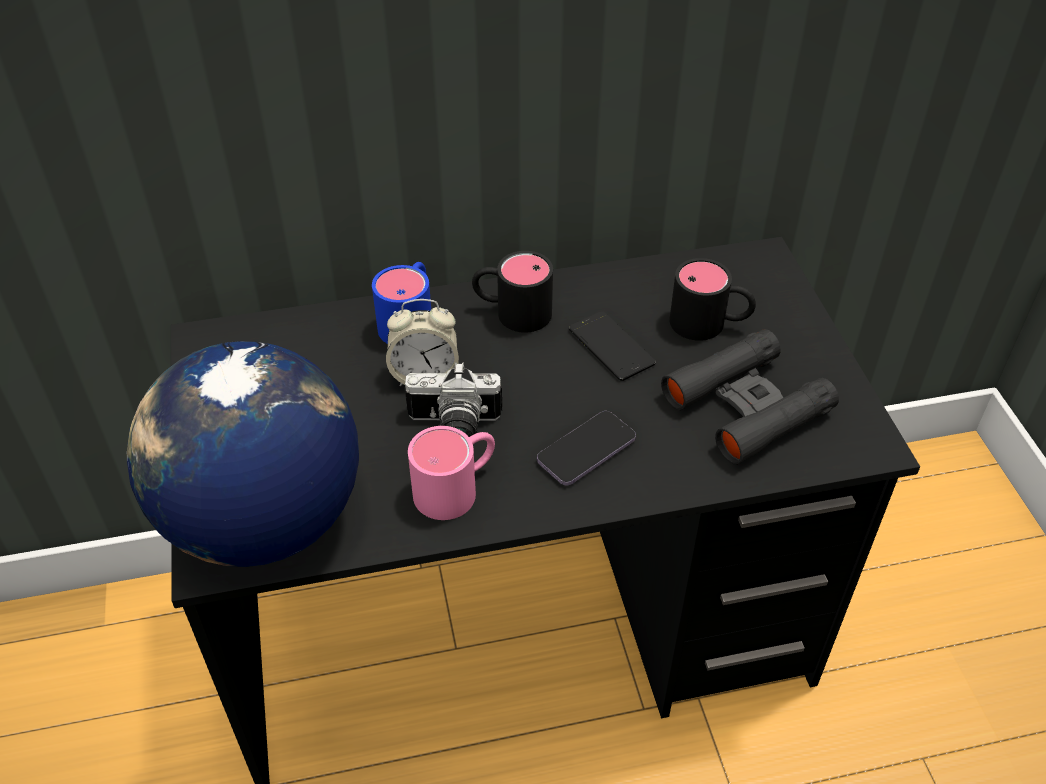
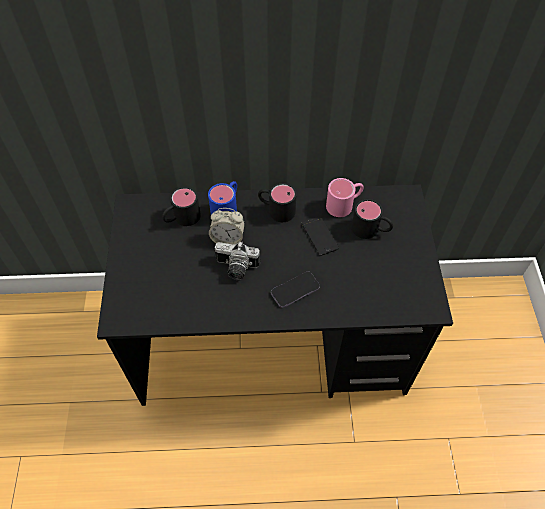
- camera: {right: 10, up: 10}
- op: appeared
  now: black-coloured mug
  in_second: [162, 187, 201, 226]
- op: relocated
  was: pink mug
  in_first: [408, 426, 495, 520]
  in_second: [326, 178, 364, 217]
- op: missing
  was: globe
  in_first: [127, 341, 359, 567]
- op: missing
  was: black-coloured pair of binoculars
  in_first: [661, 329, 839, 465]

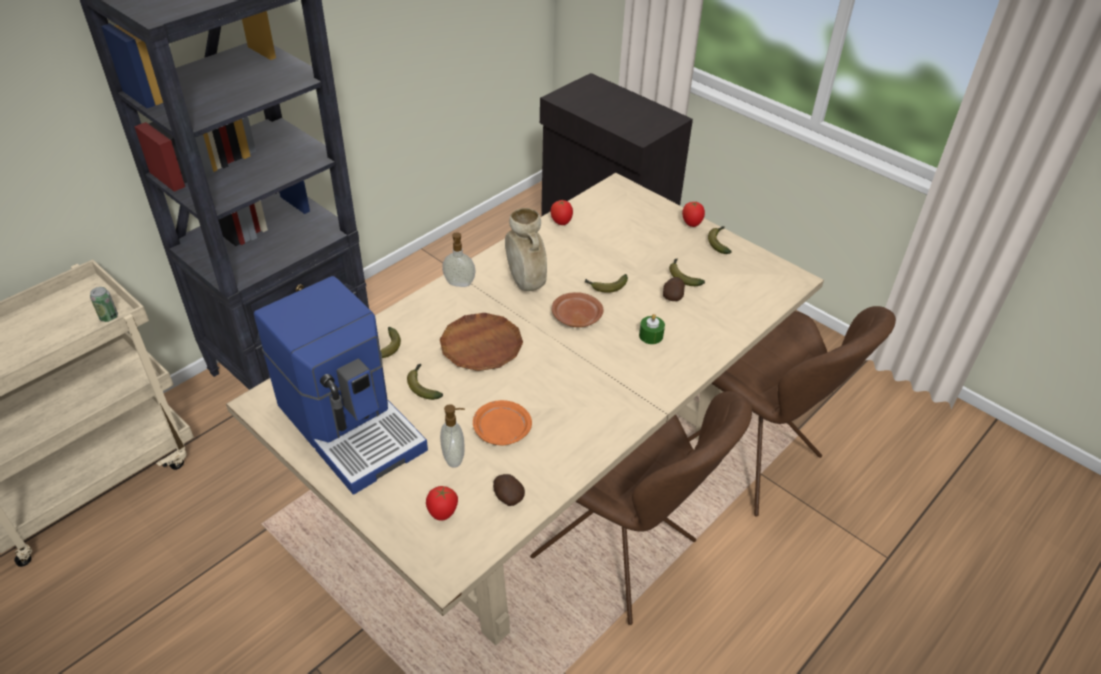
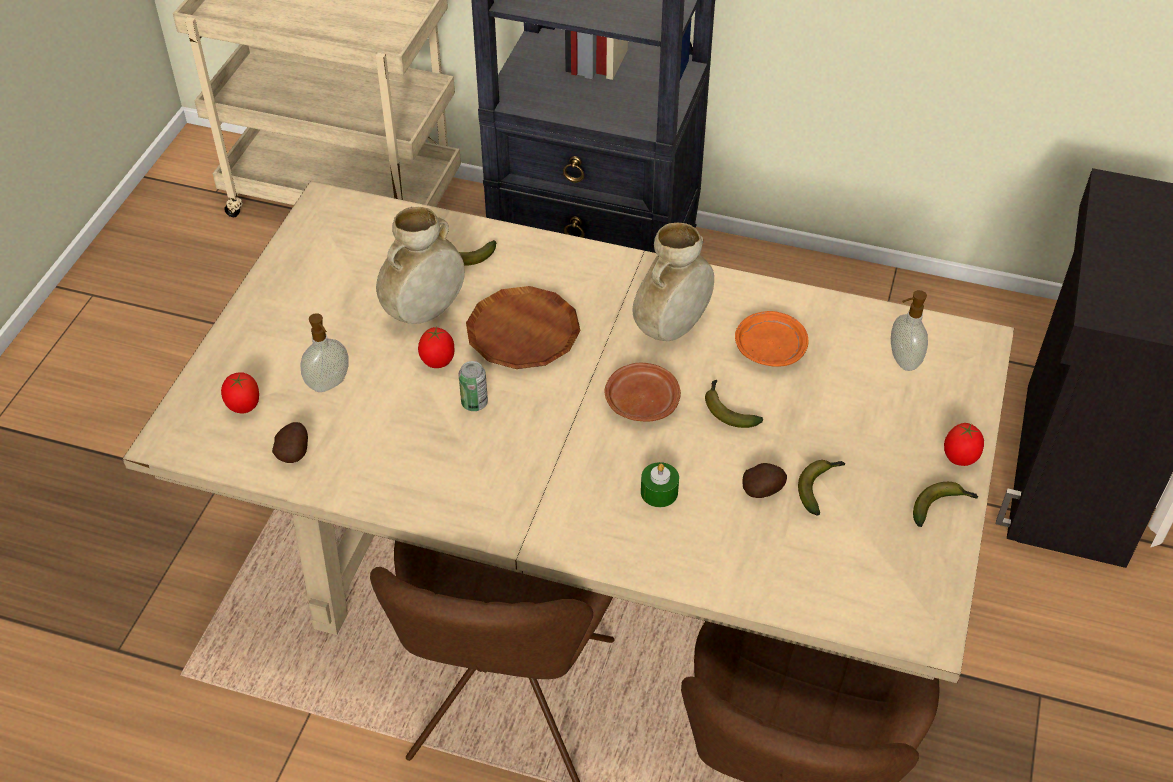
- camera: {right: 65, up: 5}
- op: exchanged
  was: banana
  now: sand-coloured flower vase
  in_first: [407, 364, 443, 400]
  in_second: [376, 207, 465, 324]
- op: relocated
  was: tomato
  in_first: [551, 200, 573, 225]
  in_second: [418, 327, 454, 368]
- op: relocated
  was: metal can
  in_first: [90, 287, 118, 322]
  in_second: [459, 361, 488, 411]
- op: relocated
  was: orange-coloured plate
  in_first: [473, 400, 532, 445]
  in_second: [735, 311, 809, 367]
- op: relocated
  was: soap dispenser
  in_first: [442, 232, 475, 287]
  in_second: [891, 290, 928, 371]
- op: missing
  was: coffee maker
  in_first: [254, 276, 428, 495]

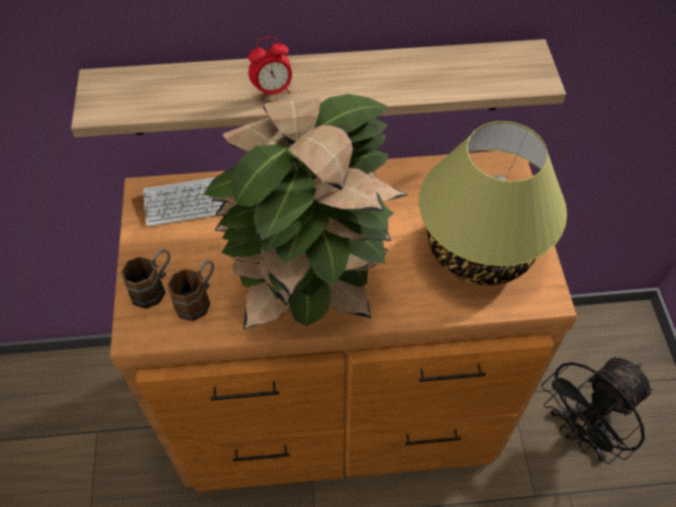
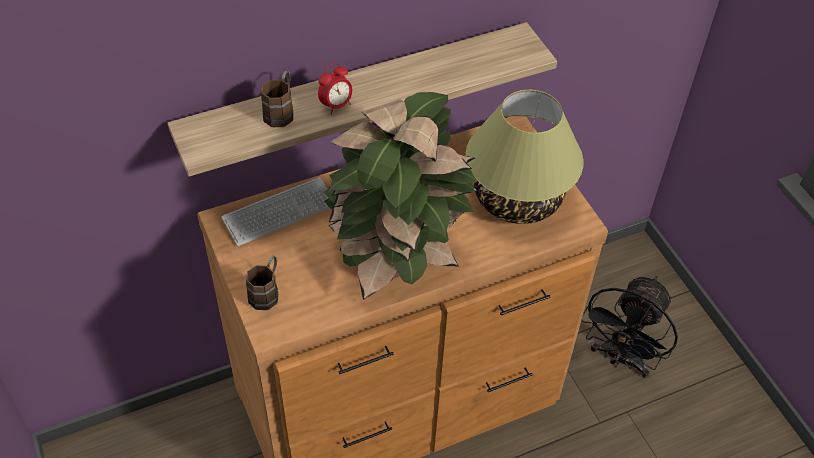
- camera: {right: -20, up: -5}
- op: relocated
  was: brown-coloured mug
  in_first: [168, 260, 214, 321]
  in_second: [261, 71, 293, 127]

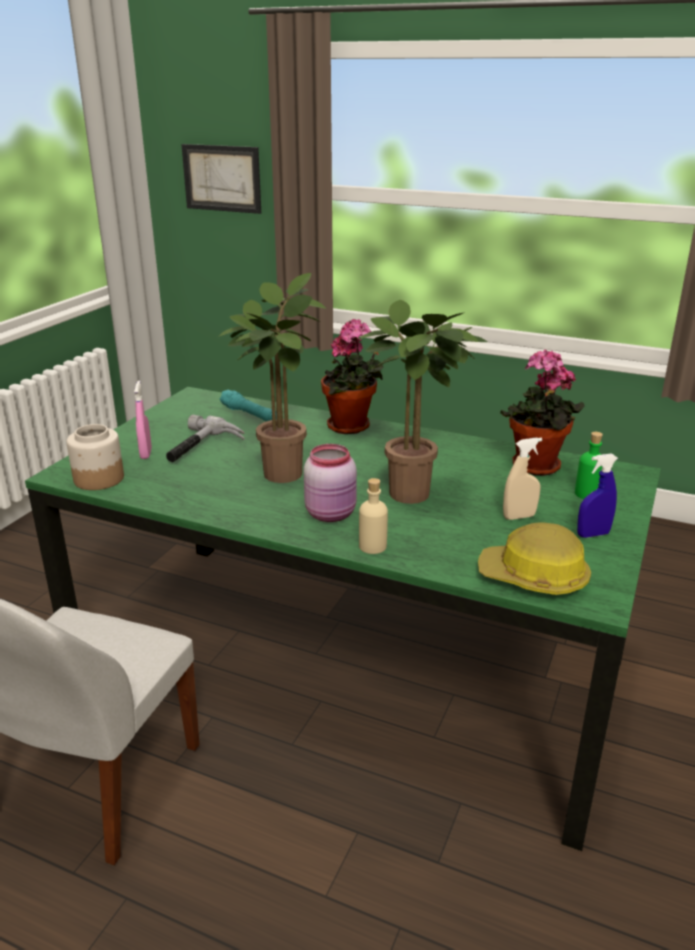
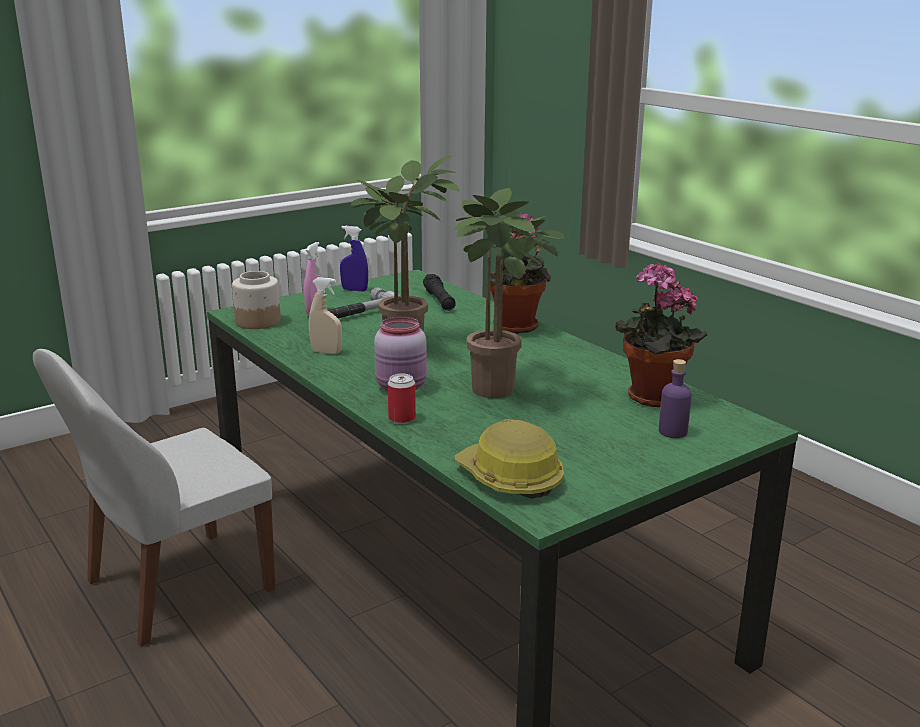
- camera: {right: 30, up: -5}
- op: relocated
  was: sand-coloured hand sprayer
  in_first: [503, 437, 542, 520]
  in_second: [309, 277, 342, 354]
- op: relocated
  was: bluish hand sprayer
  in_first: [577, 453, 618, 538]
  in_second: [340, 226, 368, 291]
- op: exchanged
  was: sand-coloured drink bottle
  now: metal can
  in_first: [359, 478, 388, 554]
  in_second: [388, 373, 416, 424]
- op: colour
  was: turquoise hand torch
  now: black-coloured hand torch
  in_first: [220, 390, 277, 421]
  in_second: [423, 274, 456, 311]
- op: colour
  was: green-coloured drink bottle
  now: purple drink bottle
  in_first: [575, 432, 603, 499]
  in_second: [659, 359, 692, 438]
- op: missing
  was: picture
  in_first: [181, 144, 261, 214]

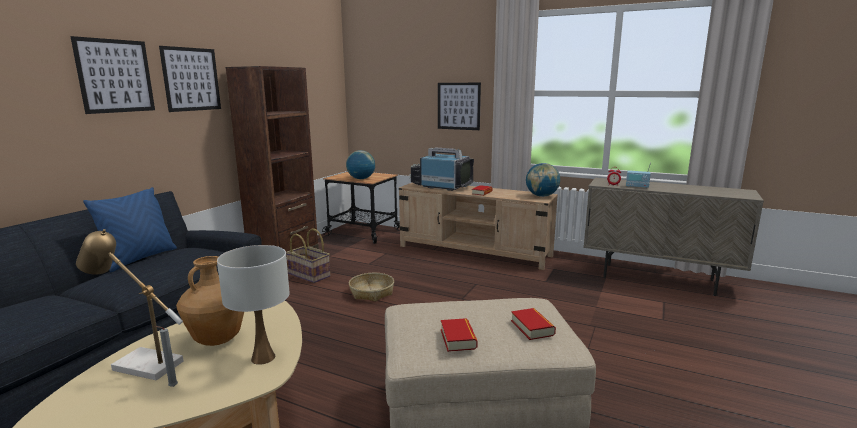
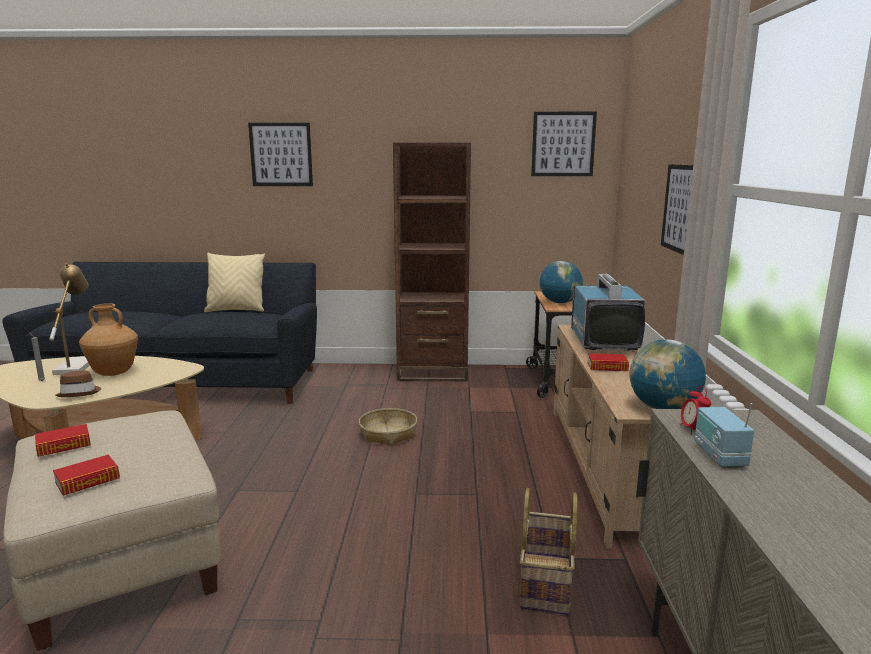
- camera: {right: 65, up: 0}
- op: exchanged
  was: white tabletop lamp
  now: brown-coloured wearable hat
  in_first: [217, 245, 290, 365]
  in_second: [55, 370, 101, 397]
- op: colour
  was: bluish throw pillow
  now: sand-coloured throw pillow
  in_first: [83, 187, 177, 272]
  in_second: [204, 252, 265, 312]
- op: relocated
  was: basket
  in_first: [286, 228, 330, 283]
  in_second: [520, 488, 578, 615]
- op: relocated
  was: picture
  in_first: [159, 46, 221, 112]
  in_second: [531, 112, 597, 176]

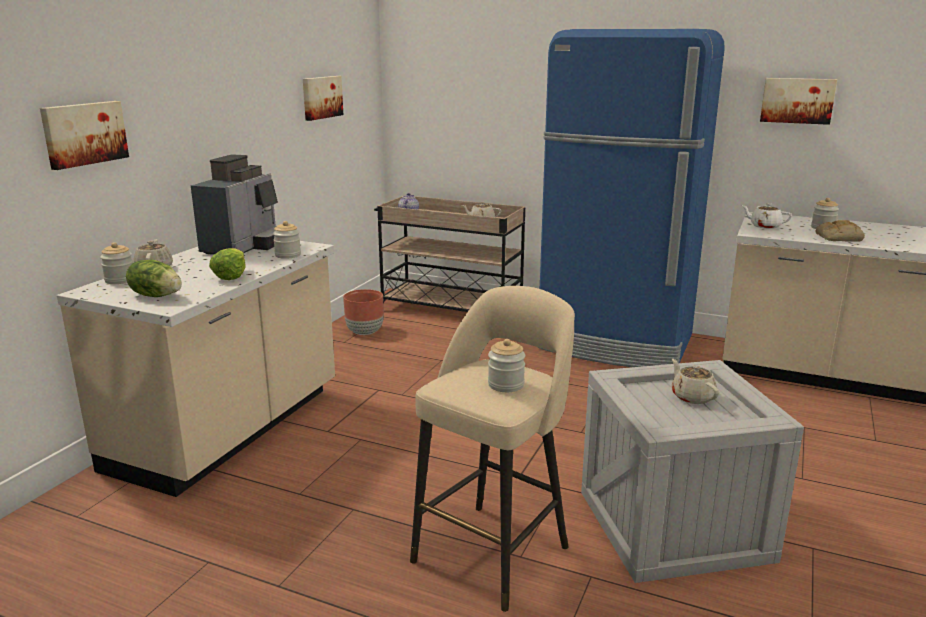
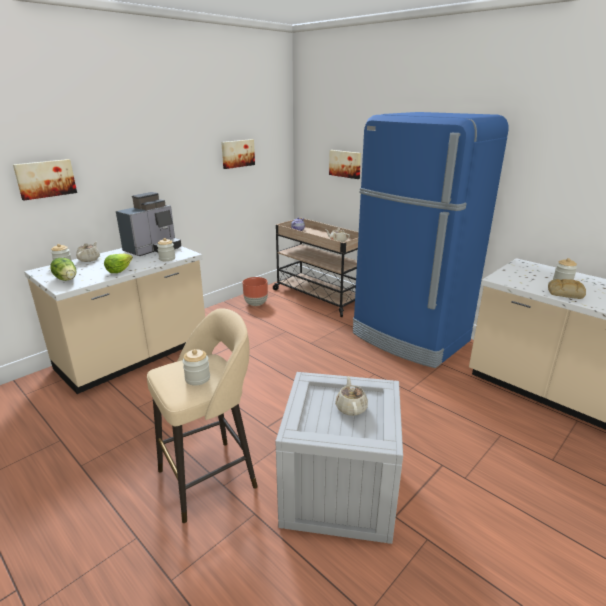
- camera: {right: 20, up: 5}
- op: relocated
  was: picture
  in_first: [760, 78, 837, 125]
  in_second: [329, 150, 361, 179]
- op: missing
  was: white teapot
  in_first: [742, 203, 792, 229]

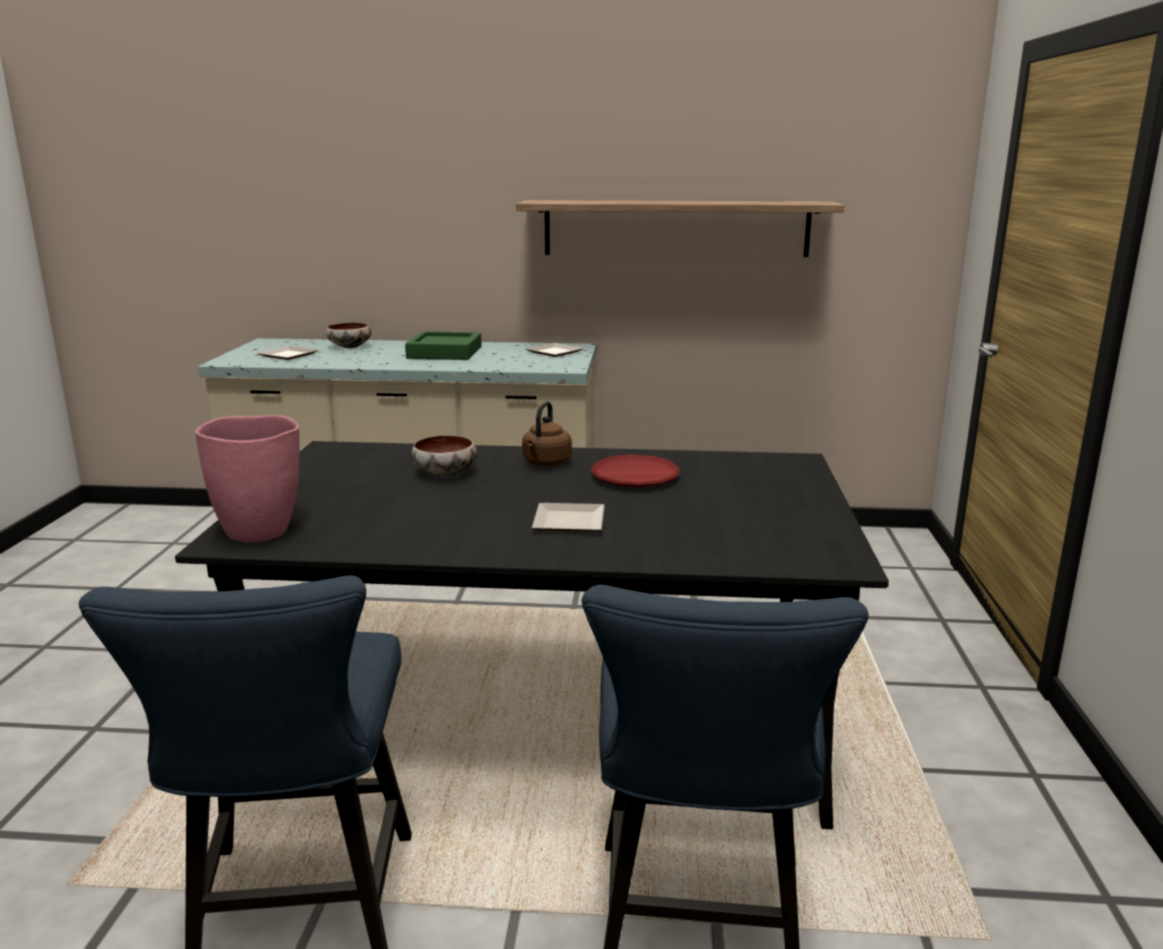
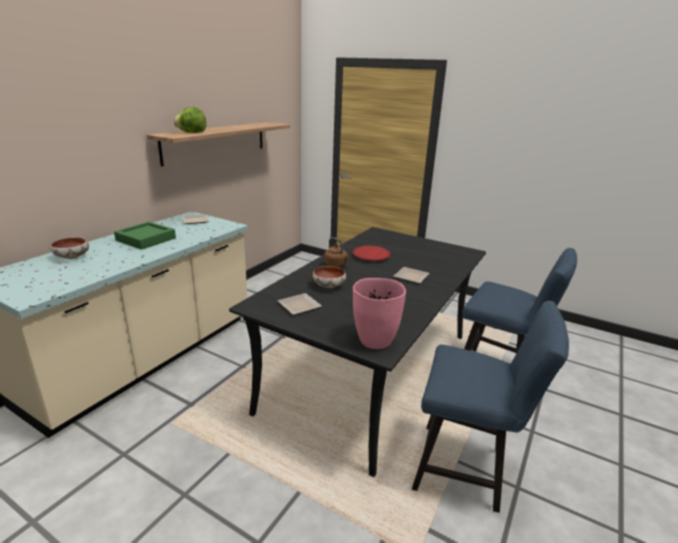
- camera: {right: -65, up: 5}
- op: appeared
  now: lettuce head
  in_second: [174, 107, 206, 133]
- op: relocated
  was: plate
  in_first: [257, 346, 319, 360]
  in_second: [277, 293, 322, 315]

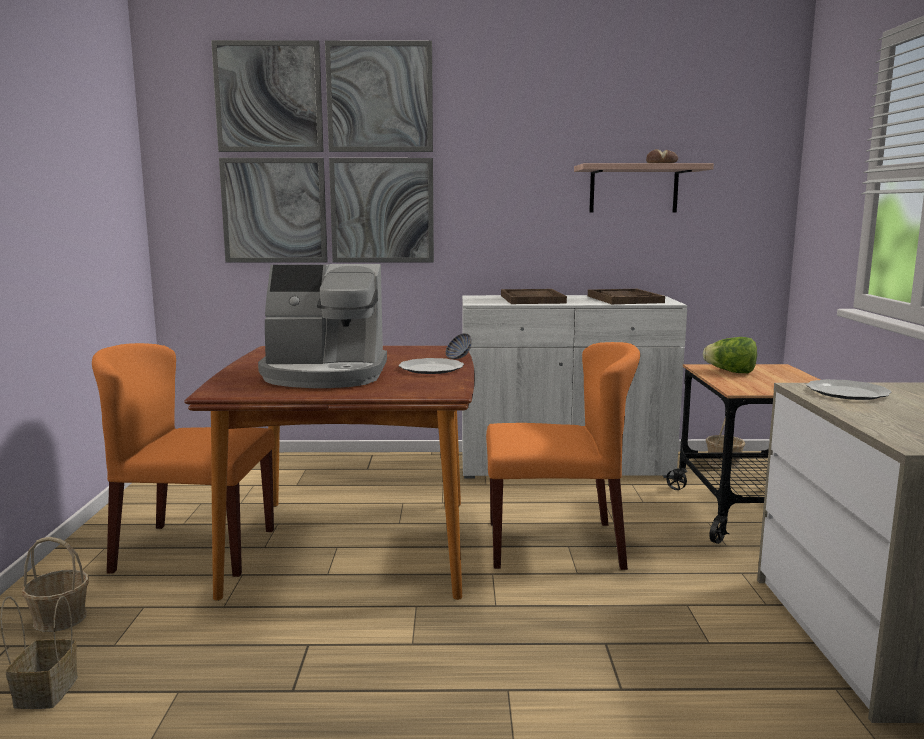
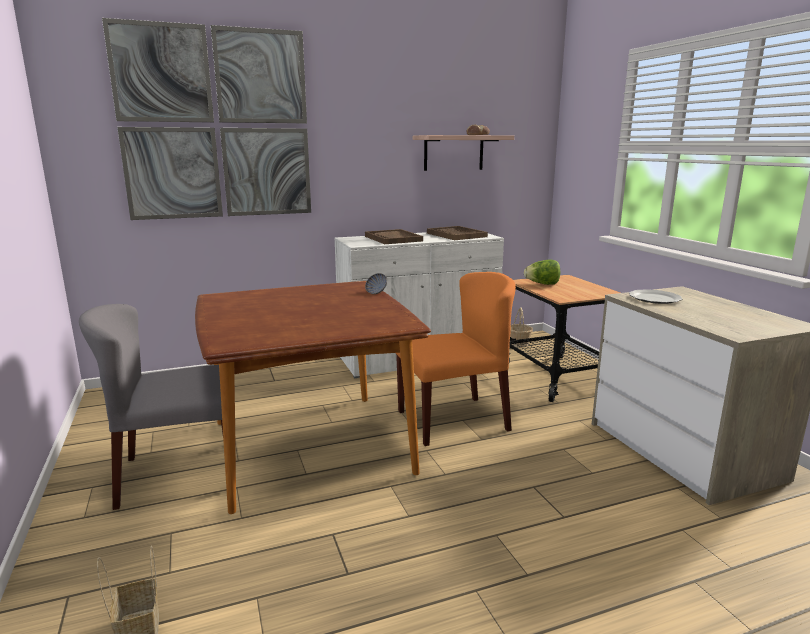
- camera: {right: -20, up: 5}
- op: colour
  was: orange-coloured upright chair
  now: greyish upright chair
  in_first: [92, 343, 275, 577]
  in_second: [79, 304, 223, 510]
- op: missing
  was: basket
  in_first: [22, 537, 89, 632]
- op: missing
  was: coffee maker
  in_first: [258, 264, 387, 388]
- op: missing
  was: plate
  in_first: [399, 358, 464, 374]

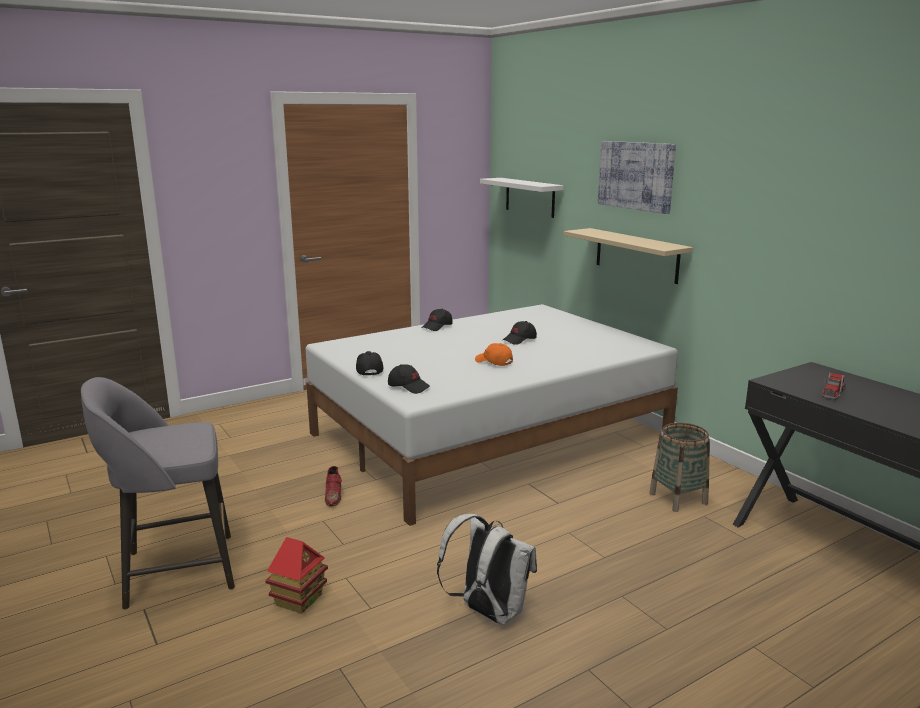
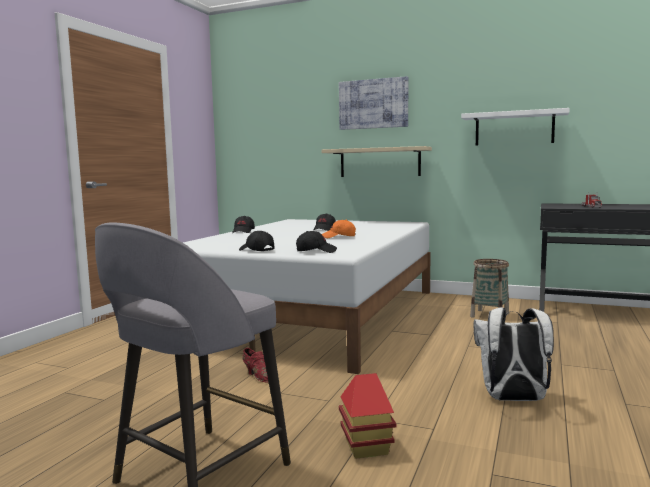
- camera: {right: -35, up: -10}
- op: relocated
  was: white shelf
  in_first: [480, 178, 563, 218]
  in_second: [461, 108, 570, 146]

